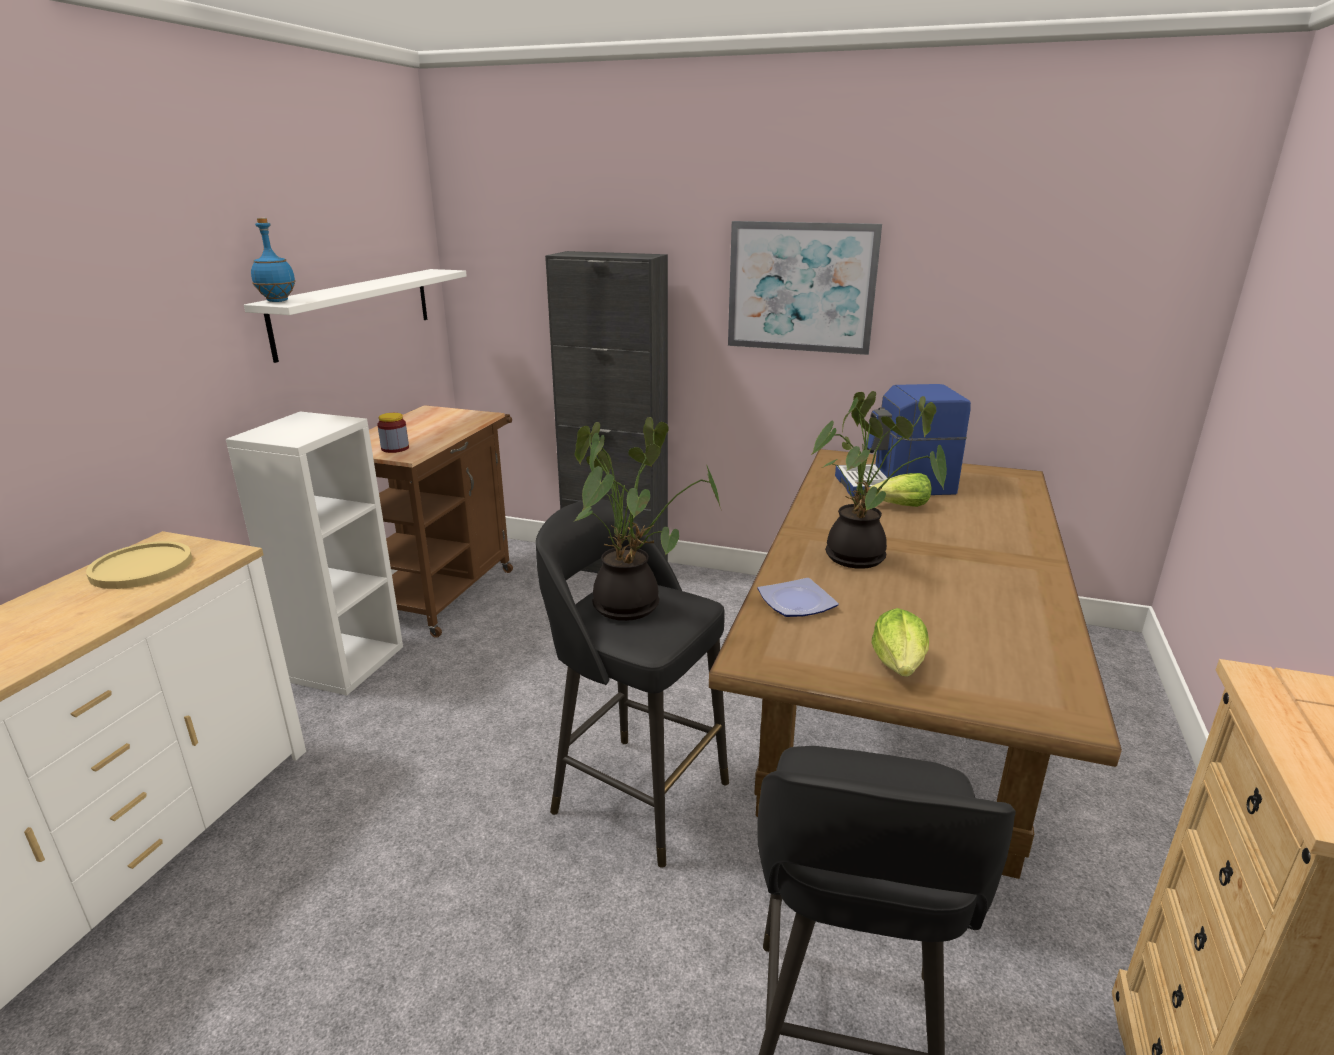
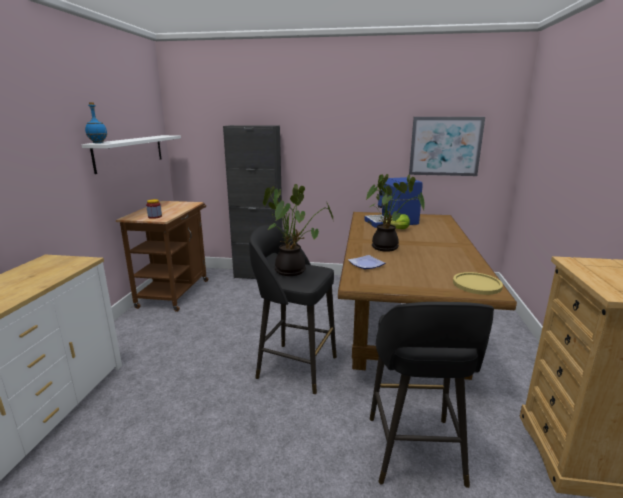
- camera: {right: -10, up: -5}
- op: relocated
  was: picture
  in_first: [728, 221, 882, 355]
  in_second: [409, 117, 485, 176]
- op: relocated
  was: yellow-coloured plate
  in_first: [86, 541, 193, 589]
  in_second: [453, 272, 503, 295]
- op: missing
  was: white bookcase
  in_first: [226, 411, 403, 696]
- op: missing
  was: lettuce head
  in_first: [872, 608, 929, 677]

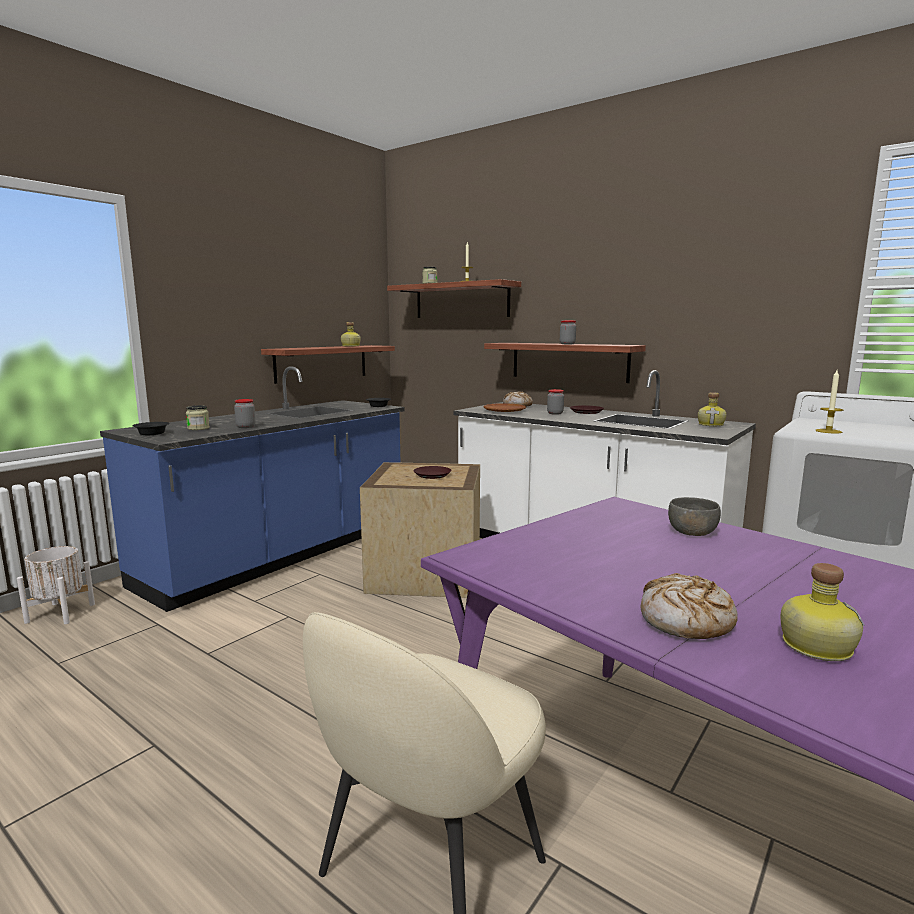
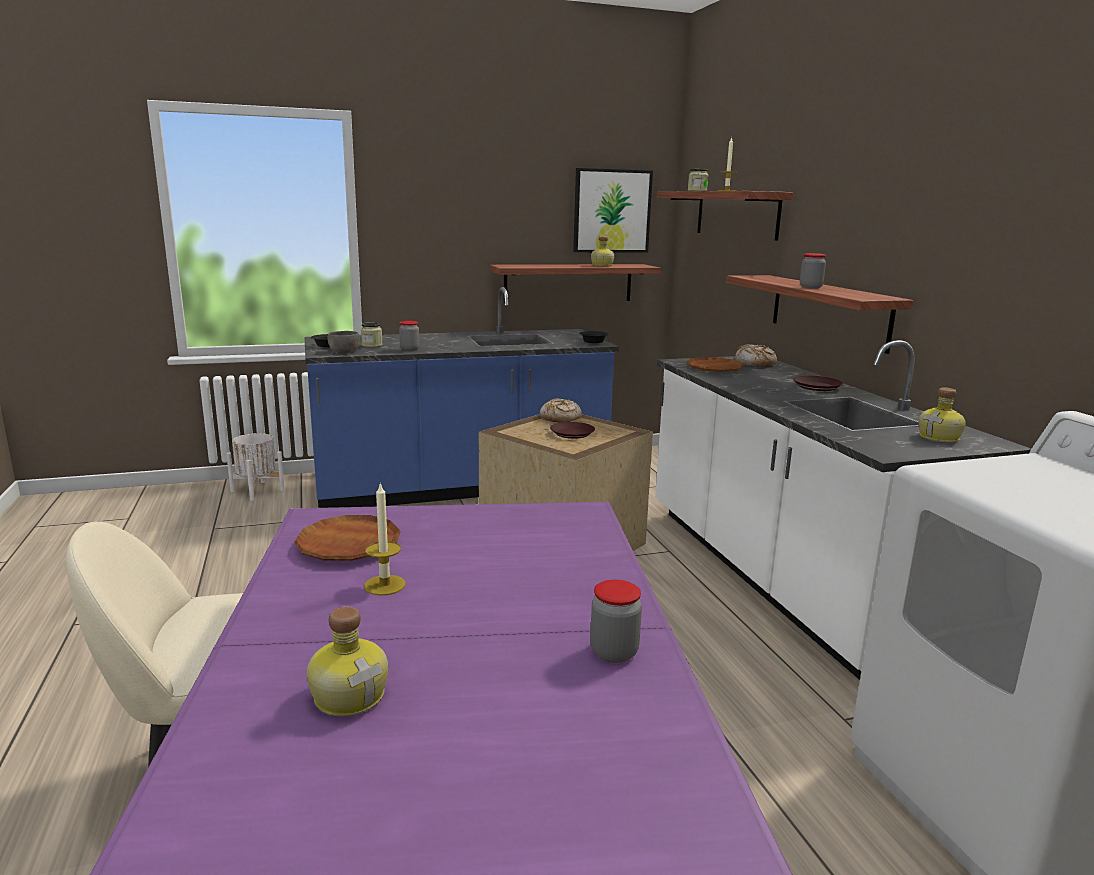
- camera: {right: 35, up: 5}
- op: appeared
  now: brown-coloured plate
  in_second: [294, 515, 401, 561]
- op: relocated
  was: greyish serving bowl
  in_first: [668, 497, 721, 536]
  in_second: [328, 331, 360, 353]
- op: relocated
  was: candle
  in_first: [815, 370, 843, 434]
  in_second: [364, 482, 405, 596]
- op: relocated
  was: baked bread
  in_first: [641, 573, 738, 639]
  in_second: [540, 398, 582, 422]
- op: appeared
  now: picture
  in_second: [573, 168, 653, 252]
- op: relocated
  was: preserve jar
  in_first: [547, 389, 564, 415]
  in_second: [590, 579, 642, 663]

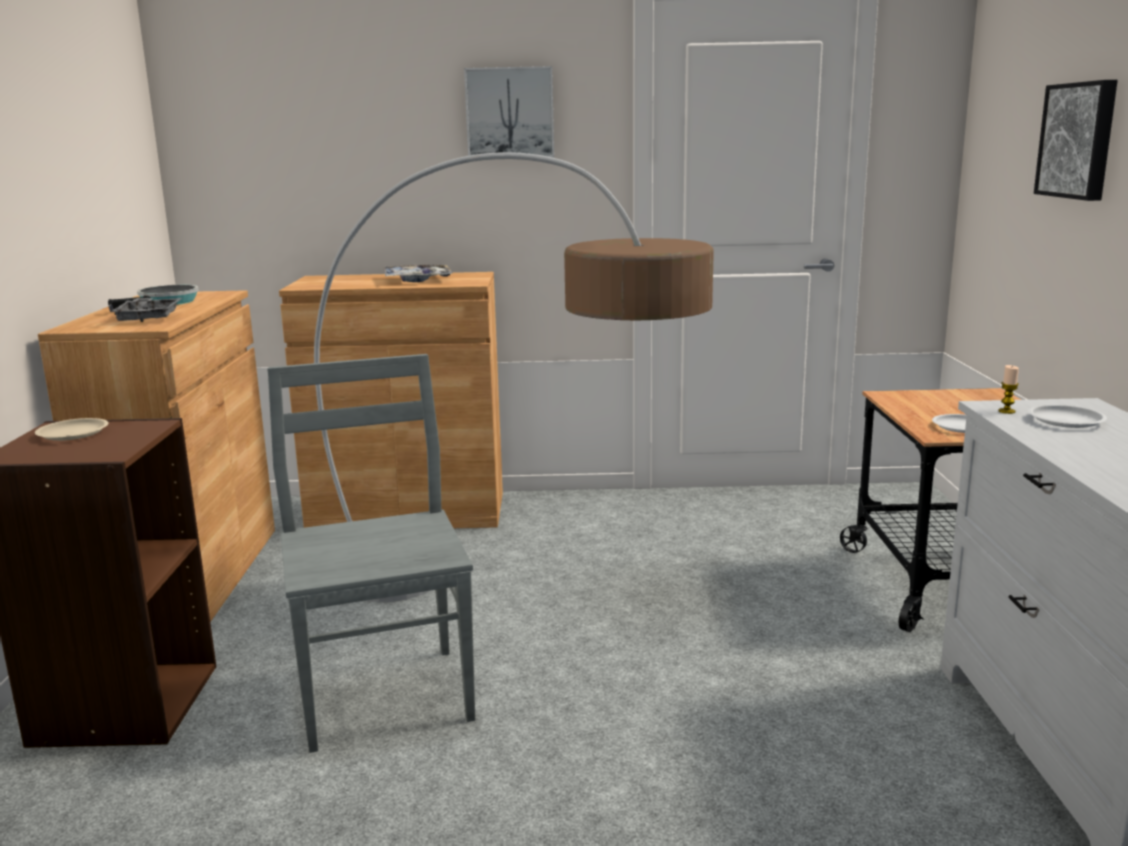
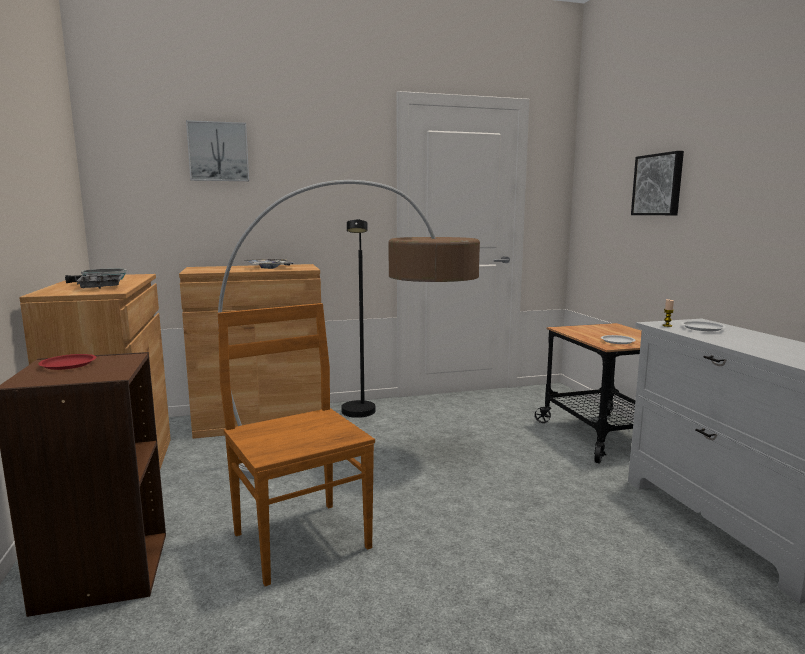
- camera: {right: -15, up: -5}
- op: colour
  was: sand-coloured plate
  now: red plate
  in_first: [35, 418, 108, 441]
  in_second: [38, 354, 96, 370]
- op: relocated
  was: picture
  in_first: [464, 66, 554, 158]
  in_second: [186, 120, 249, 181]
- op: colour
  was: greyish upright chair
  now: brown-coloured upright chair
  in_first: [267, 354, 475, 753]
  in_second: [218, 303, 375, 586]
- op: appeared
  now: black-coloured standard lamp
  in_second: [341, 219, 375, 418]

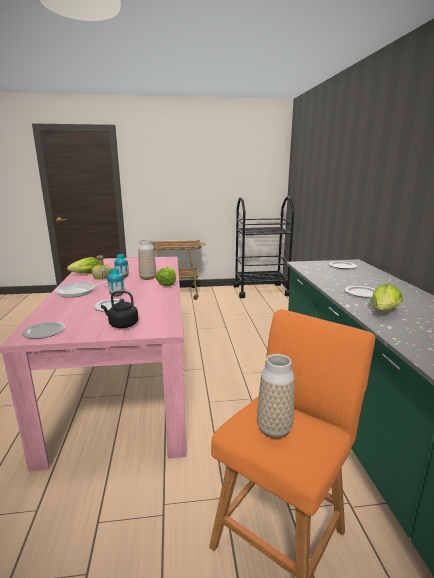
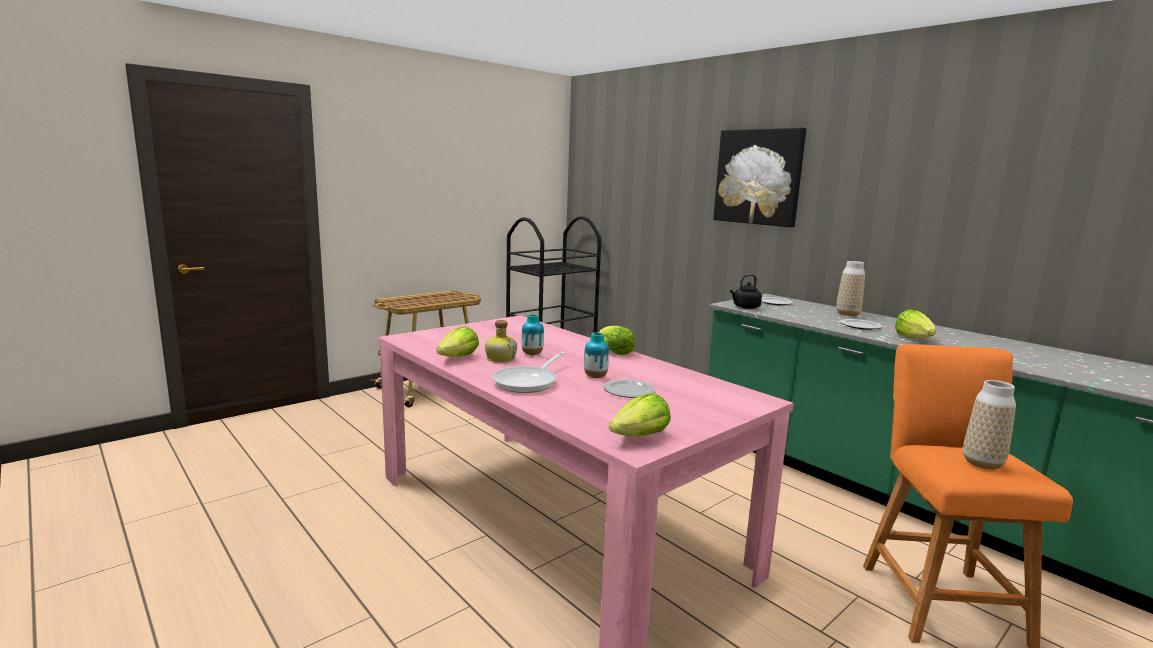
- camera: {right: -35, up: -5}
- op: exchanged
  was: plate
  now: lettuce head
  in_first: [22, 321, 65, 339]
  in_second: [609, 393, 671, 436]
- op: appeared
  now: picture
  in_second: [713, 128, 806, 227]
- op: relocated
  was: black-coloured tea kettle
  in_first: [101, 291, 138, 328]
  in_second: [730, 274, 762, 309]
- op: relocated
  was: flower vase
  in_first: [138, 239, 156, 280]
  in_second: [836, 261, 865, 316]

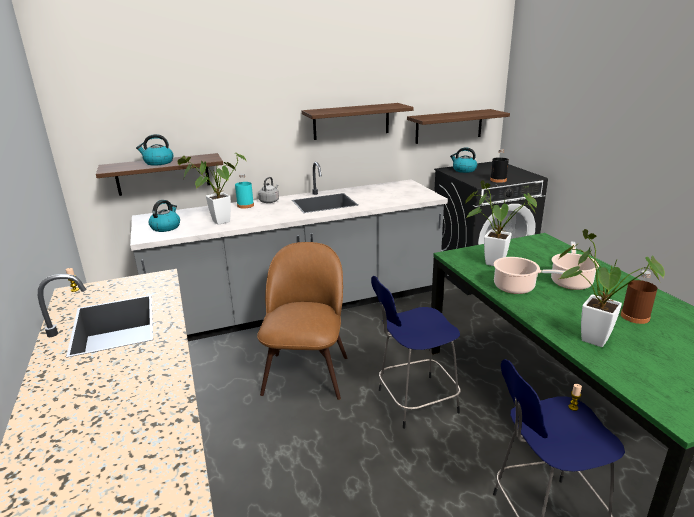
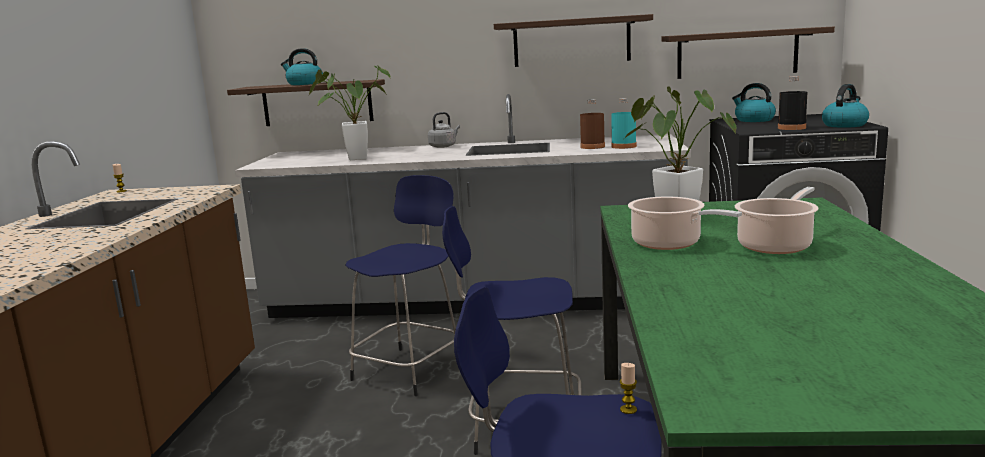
- camera: {right: 25, up: -10}
- op: exchanged
  was: brown-coloured upright chair
  now: bluish stool seat
  in_first: [257, 242, 347, 400]
  in_second: [345, 175, 456, 396]
- op: relocated
  was: brown-coloured drink bottle
  in_first: [621, 270, 657, 324]
  in_second: [580, 99, 605, 149]
- op: relocated
  was: turquoise drink bottle
  in_first: [235, 174, 254, 209]
  in_second: [611, 98, 637, 149]
- op: relocated
  was: tea kettle
  in_first: [148, 200, 180, 232]
  in_second: [822, 84, 869, 128]
- op: missing
  was: houseplant
  in_first: [559, 229, 665, 347]

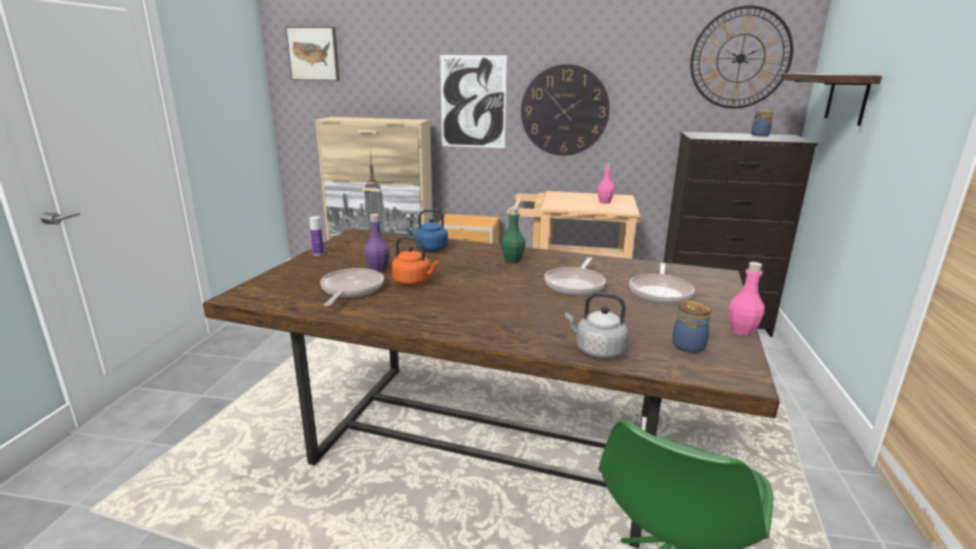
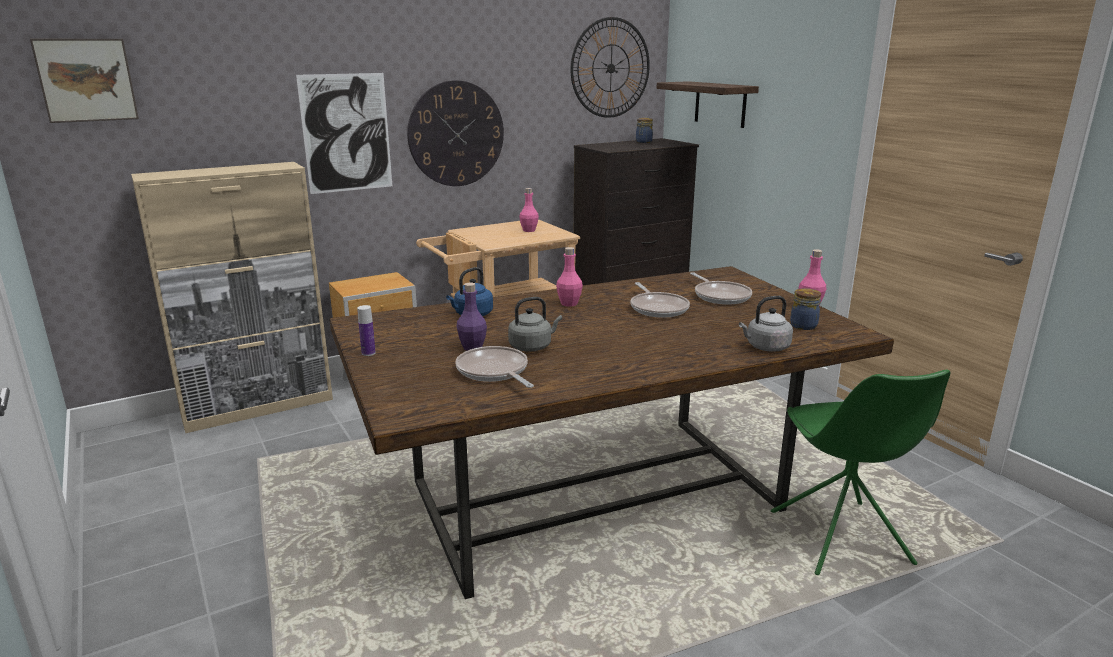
- camera: {right: -40, up: 0}
- op: colour
  was: orange-coloured tea kettle
  now: greyish tea kettle
  in_first: [392, 236, 439, 285]
  in_second: [508, 297, 562, 351]
- op: colour
  was: green-coloured drink bottle
  now: pink drink bottle
  in_first: [501, 207, 526, 263]
  in_second: [556, 247, 583, 306]

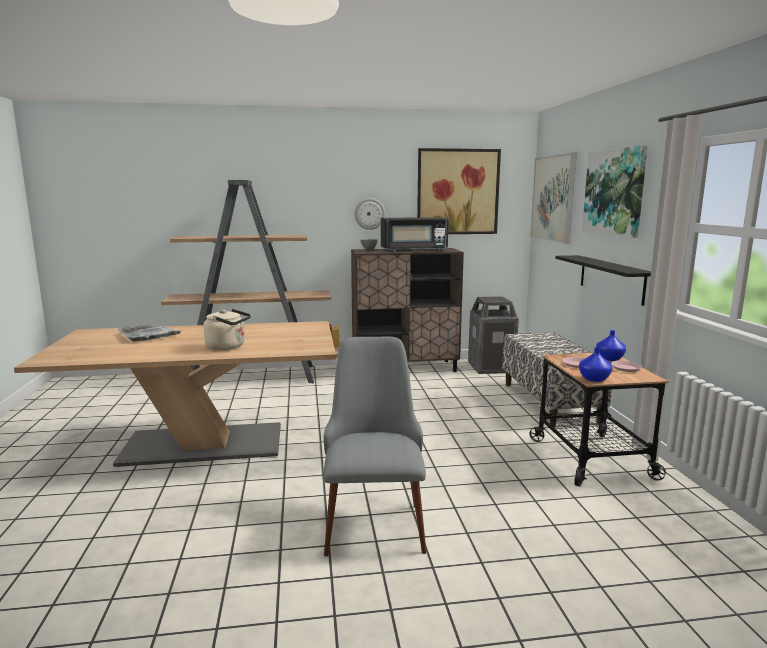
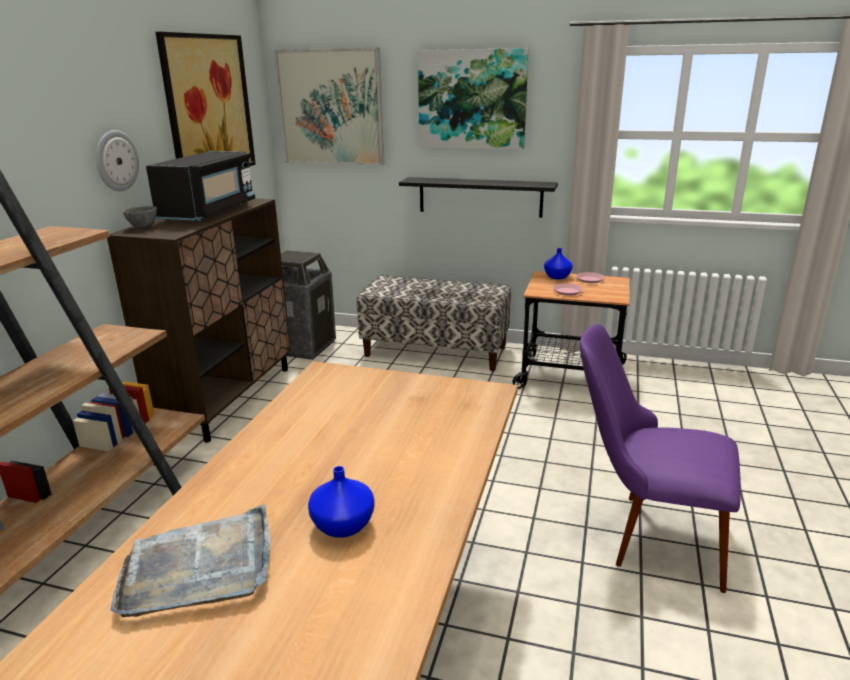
- camera: {right: -65, up: 10}
- op: relocated
  was: bluish flower vase
  in_first: [579, 347, 612, 382]
  in_second: [308, 466, 375, 538]
- op: colour
  was: greyish upright chair
  now: purple upright chair
  in_first: [323, 336, 426, 556]
  in_second: [580, 324, 741, 593]
- op: missing
  was: sand-coloured tea kettle
  in_first: [204, 309, 251, 350]

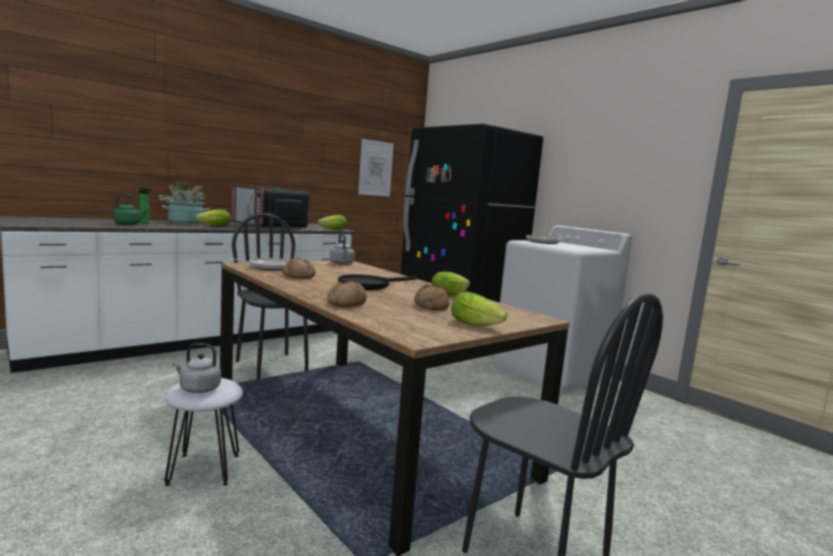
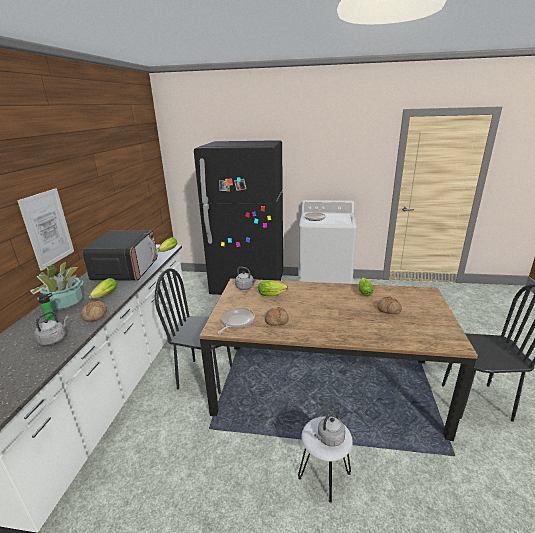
- camera: {right: -40, up: 15}
- op: relocated
  was: picture
  in_first: [358, 139, 394, 197]
  in_second: [17, 188, 74, 271]
- op: colour
  was: green-coloured tea kettle
  now: greyish tea kettle
  in_first: [113, 194, 148, 225]
  in_second: [34, 311, 69, 345]
- op: relocated
  was: baked bread
  in_first: [327, 281, 367, 307]
  in_second: [81, 301, 107, 322]
- op: spun
  was: microwave
  in_first: [231, 186, 309, 229]
  in_second: [82, 231, 158, 281]
  clockwise: -90
- op: relocated
  was: lettuce head
  in_first: [451, 292, 508, 326]
  in_second: [258, 280, 288, 296]
- op: missing
  was: black-coloured frying pan
  in_first: [338, 274, 417, 290]

